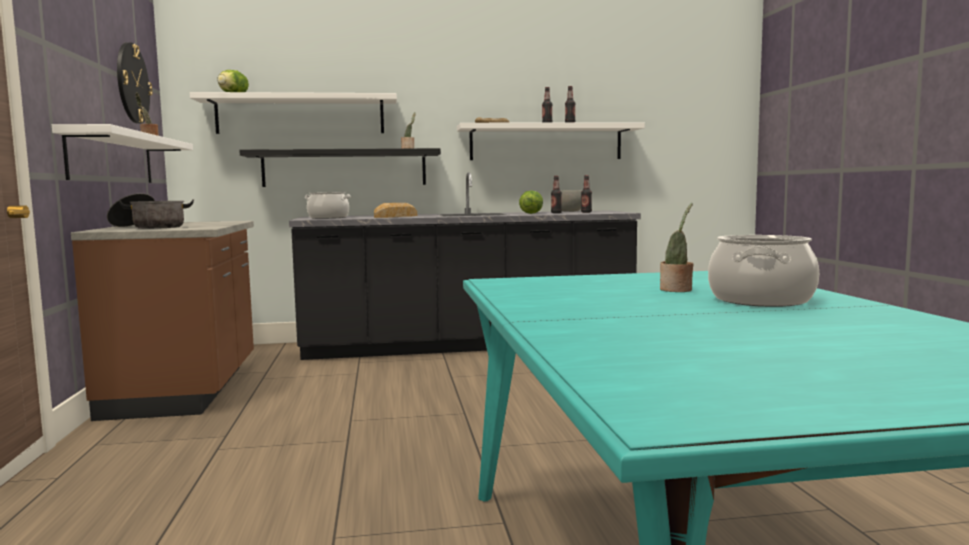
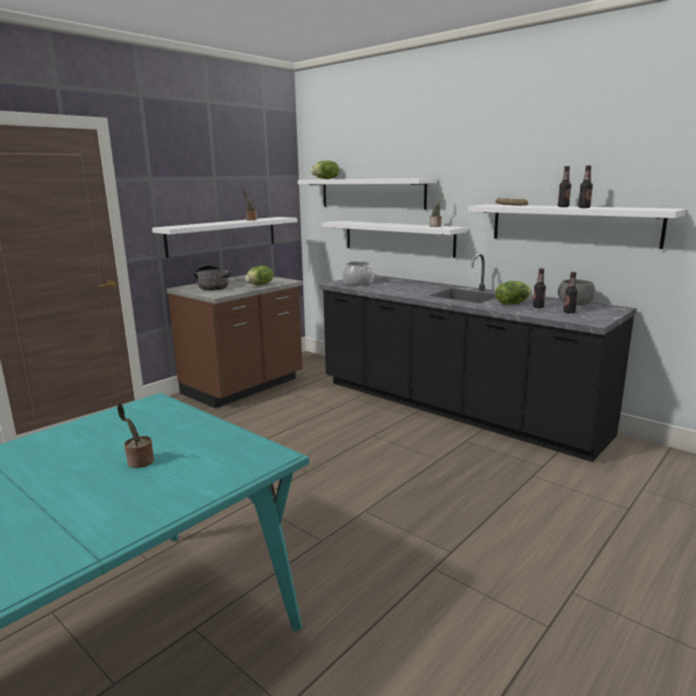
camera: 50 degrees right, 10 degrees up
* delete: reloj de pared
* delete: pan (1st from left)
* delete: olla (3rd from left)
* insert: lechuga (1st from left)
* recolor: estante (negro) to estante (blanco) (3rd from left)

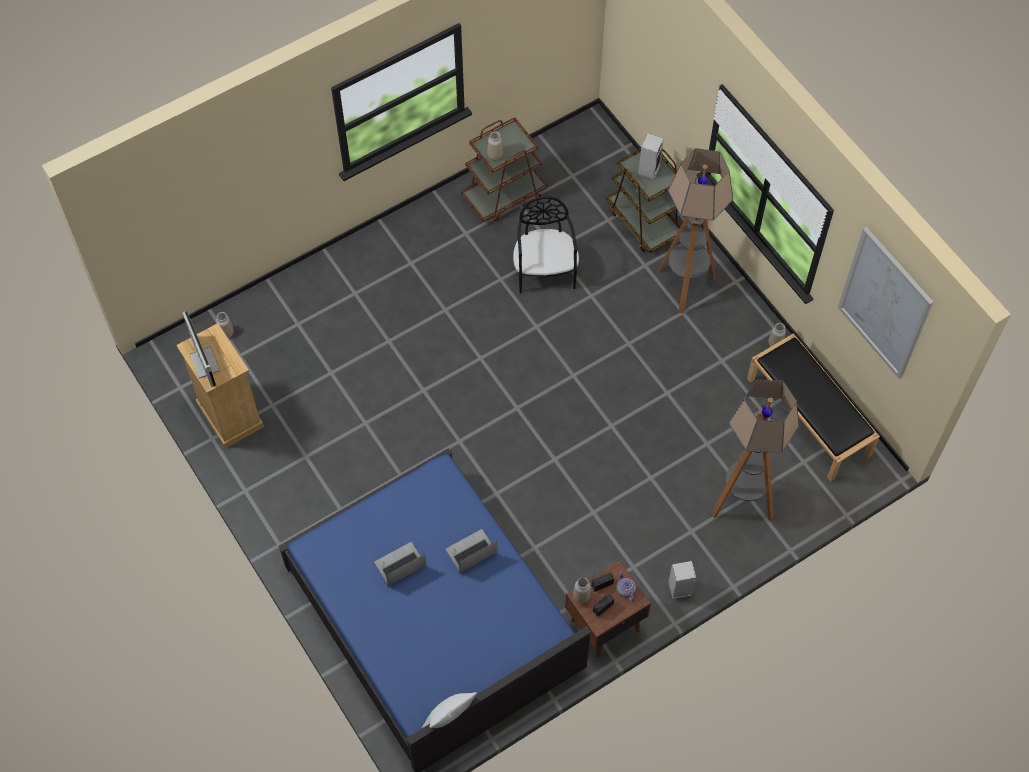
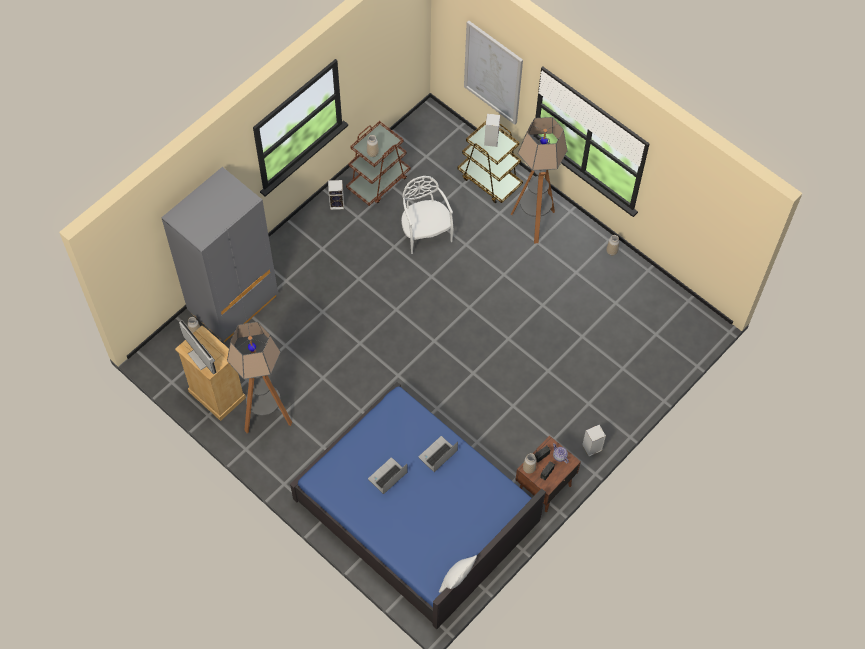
camera: 15 degrees left, 0 degrees up
* delete: banco (negro)
* insert: armario ropero (gris)
* insert: altavoz (1st from left)
* move: lámpara de pie (2nd from left in the first image) to lámpara de pie (1st from left)
* move: cuadro
* recolor: silla (negro) to silla (blanco)

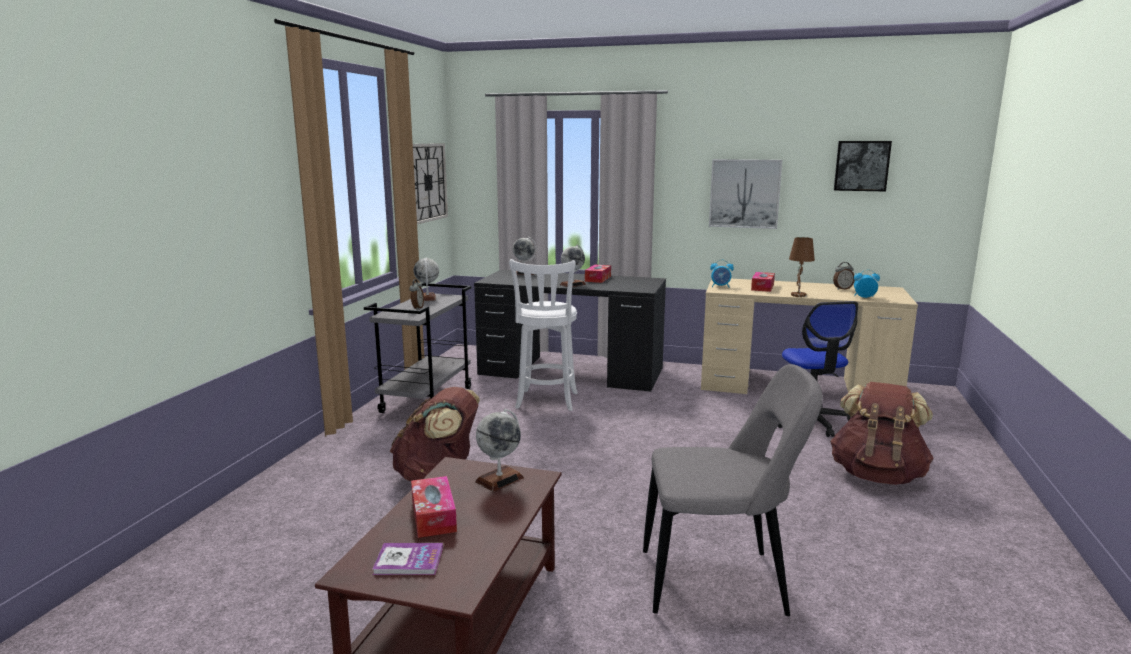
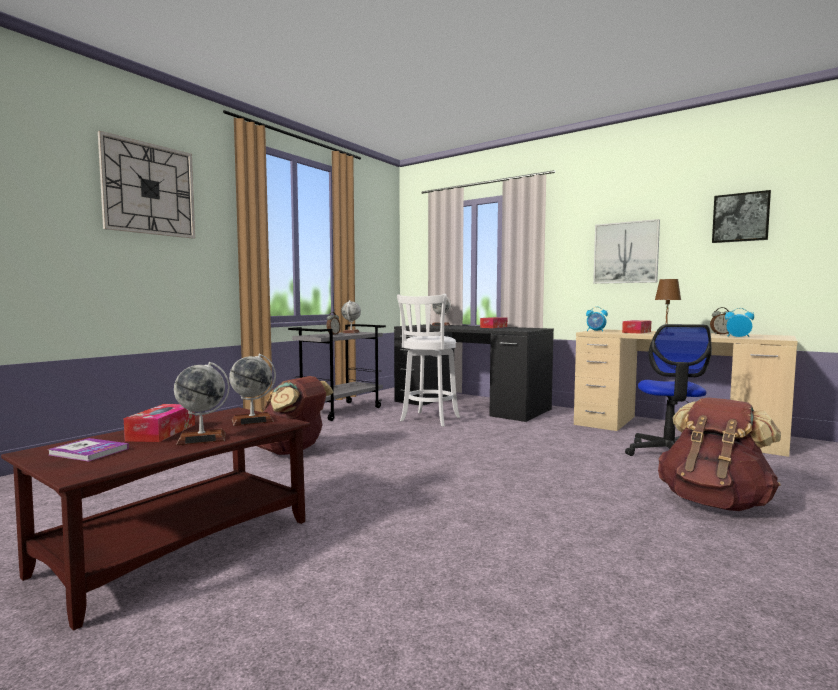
camera: 20 degrees right, 10 degrees down
* delete: silla (gris)
* move: reloj de pared
* move: globo terráqueo (4th from left in the first image) to globo terráqueo (1st from left)

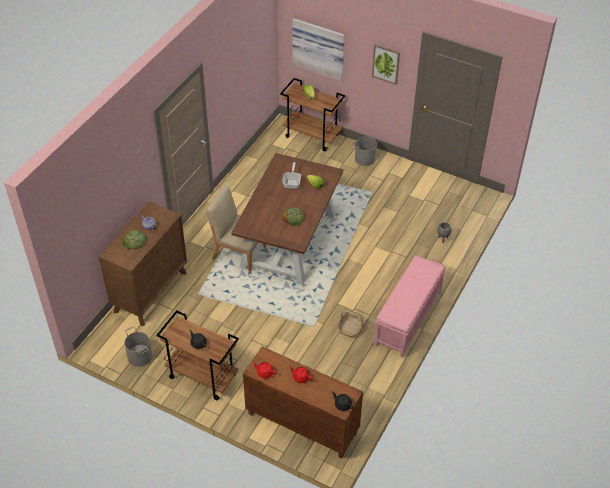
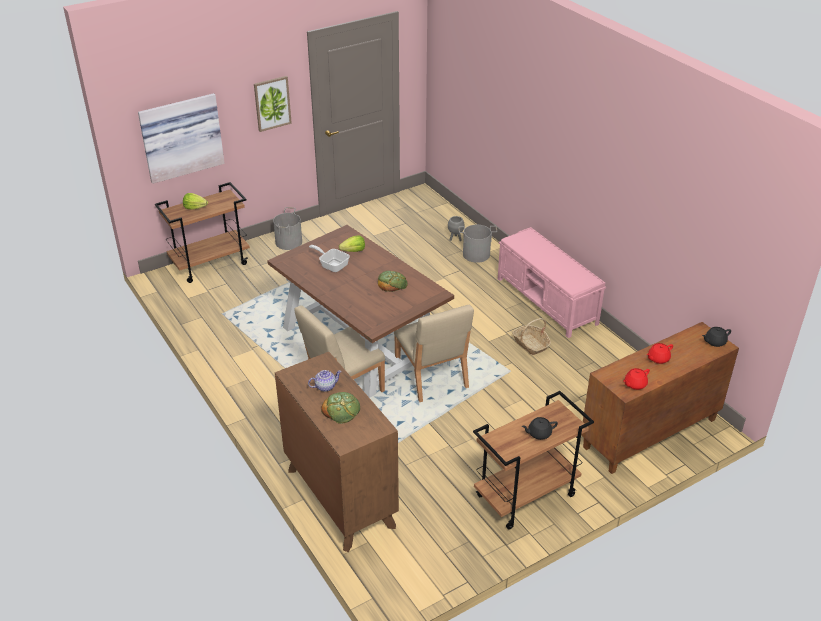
camera: 60 degrees left, 10 degrees down
* insert: silla (beis) (2nd from left)
* move: cubo (gris) (1st from left in the first image) to cubo (gris) (2nd from left)

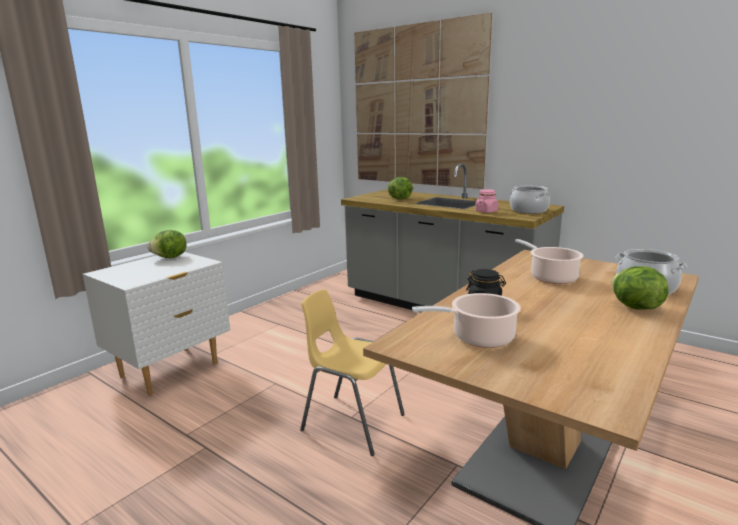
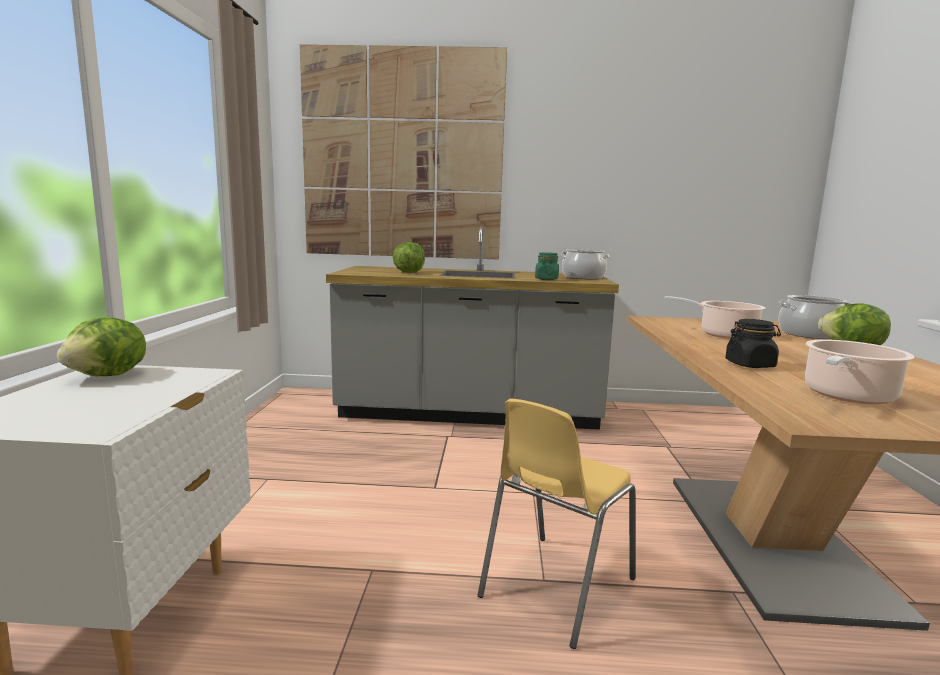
camera: 35 degrees left, 5 degrees down
* recolor: tarro (rosa) to tarro (verde)
* rotate: silla (amarillo) 45 degrees counterclockwise

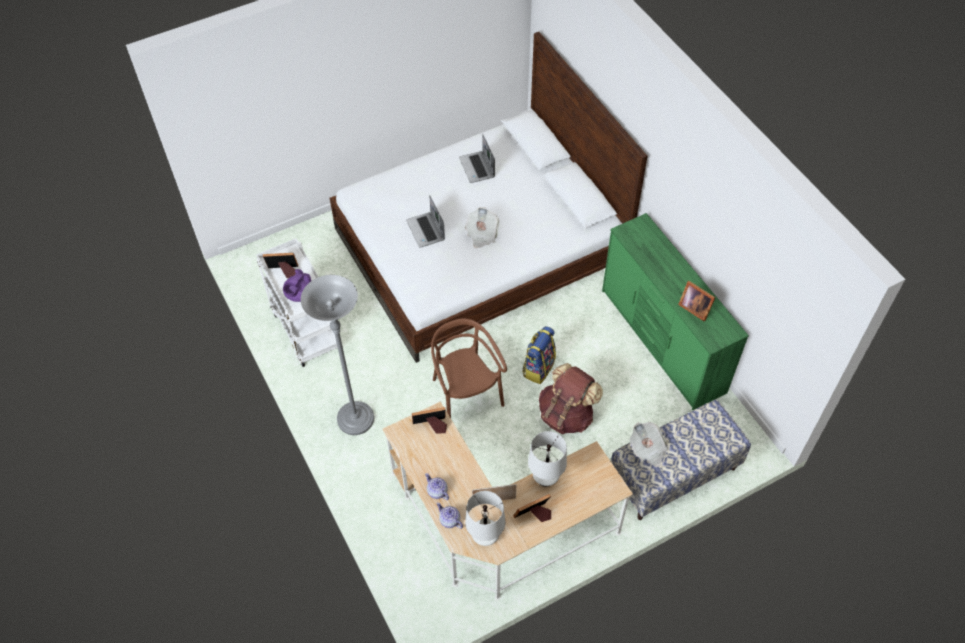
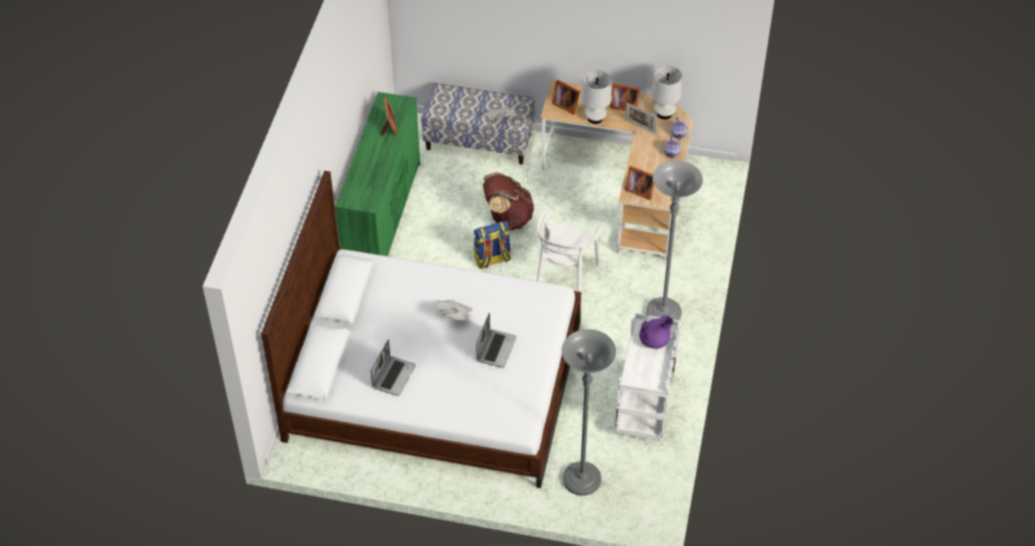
camera: 140 degrees left, 5 degrees down
* insert: lámpara de pie (gris) (1st from left)
* move: portarretratos (1st from left in the first image) to portarretratos (2nd from left)
* recolor: silla (marrón) to silla (blanco)

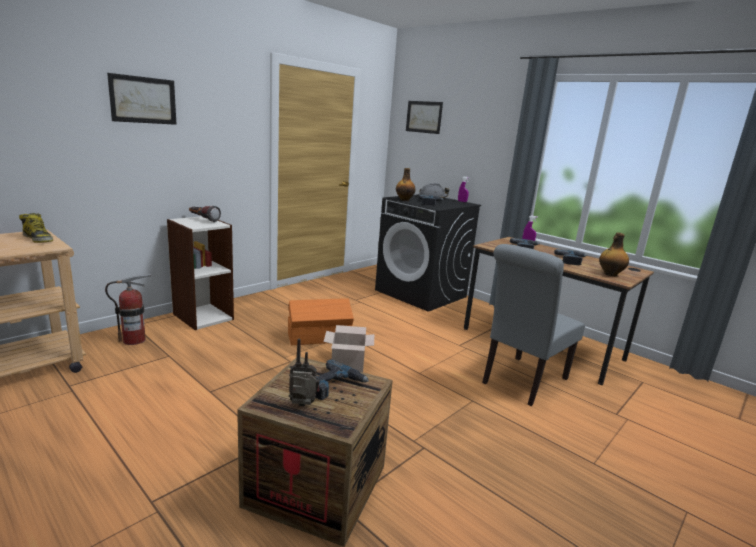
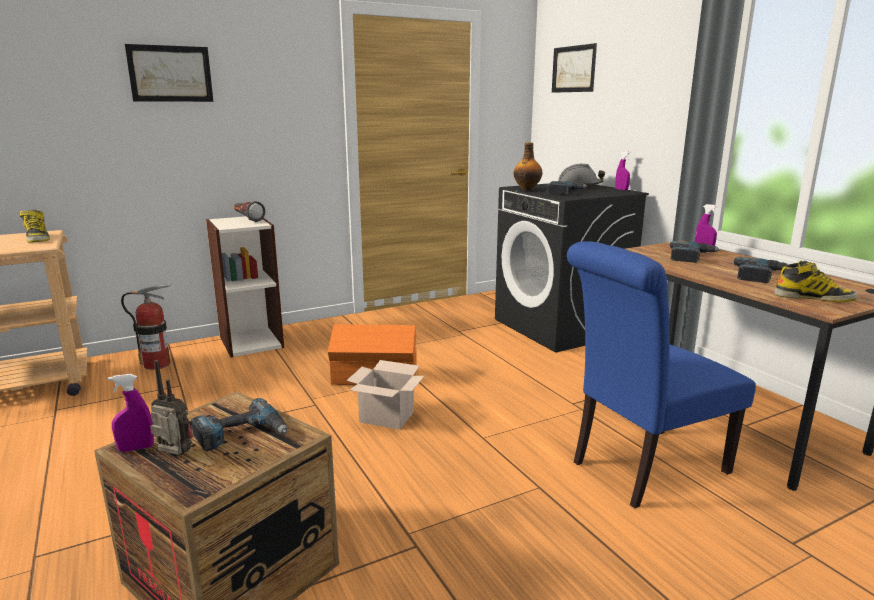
camera: 20 degrees right, 0 degrees up
* insert: pulverizador (morado) (1st from left)
* replace: botella (2nd from left) to bota (2nd from left)
* recolor: silla (gris) to silla (azul)

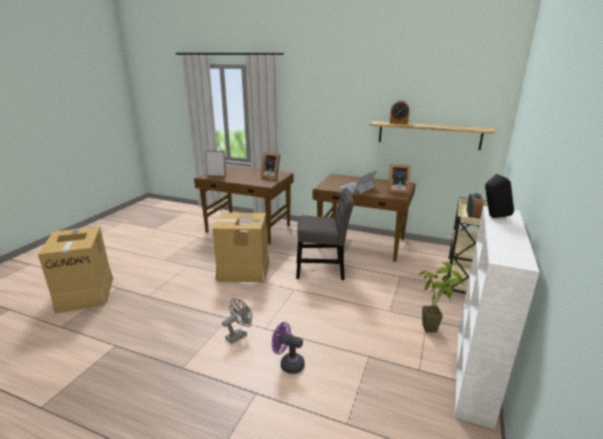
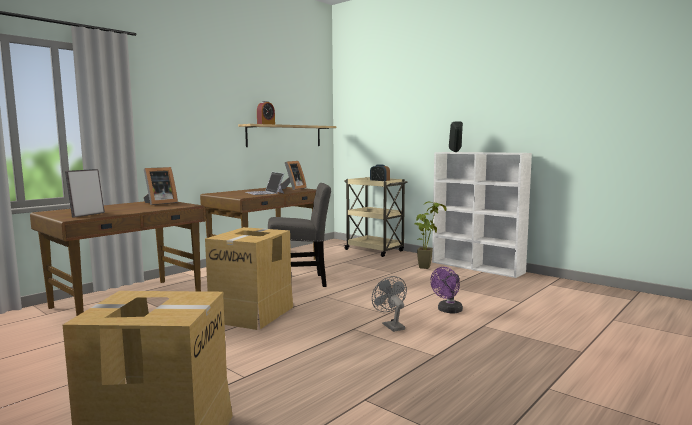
camera: 70 degrees left, 15 degrees down
* rotate: silla (gris) 60 degrees clockwise

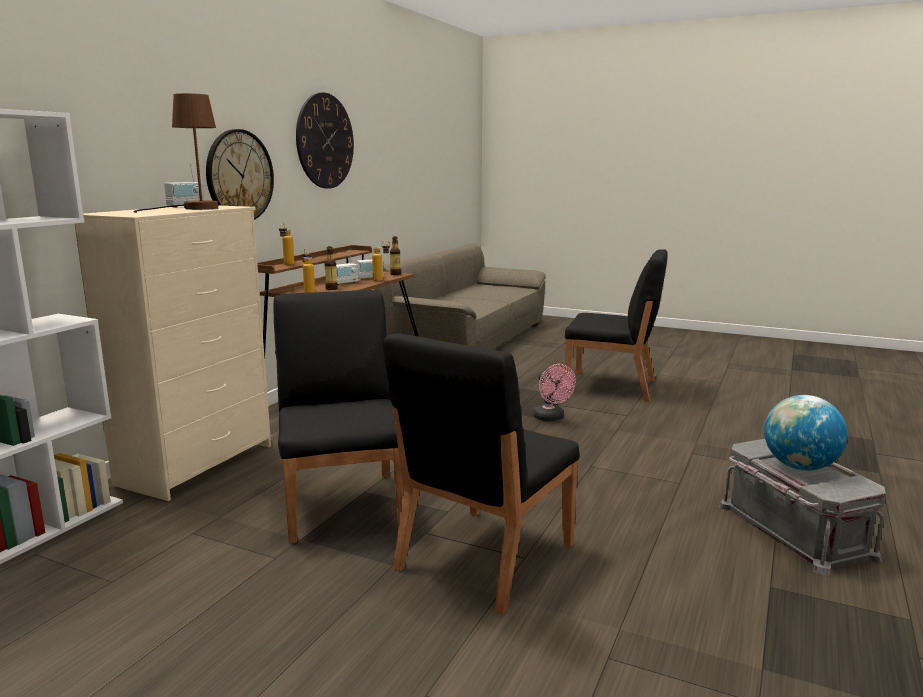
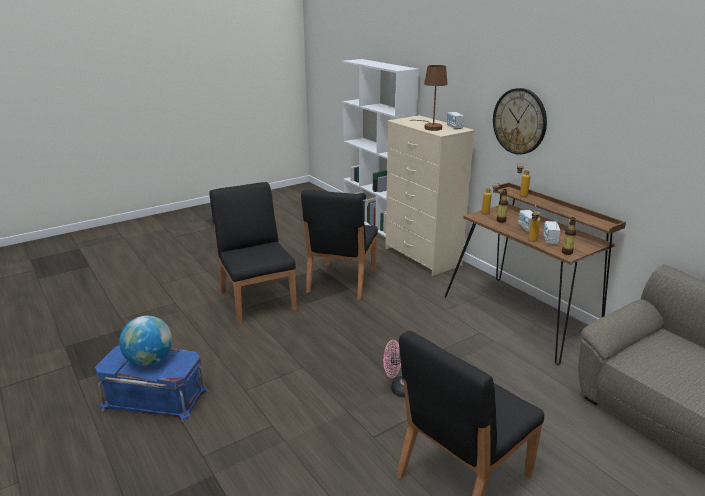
camera: 120 degrees right, 10 degrees up
* delete: reloj de pared (2nd from left)
* recolor: caja de almacenaje (gris) to caja de almacenaje (azul)
* rotate: silla (negro) (1st from left in the first image) 90 degrees clockwise

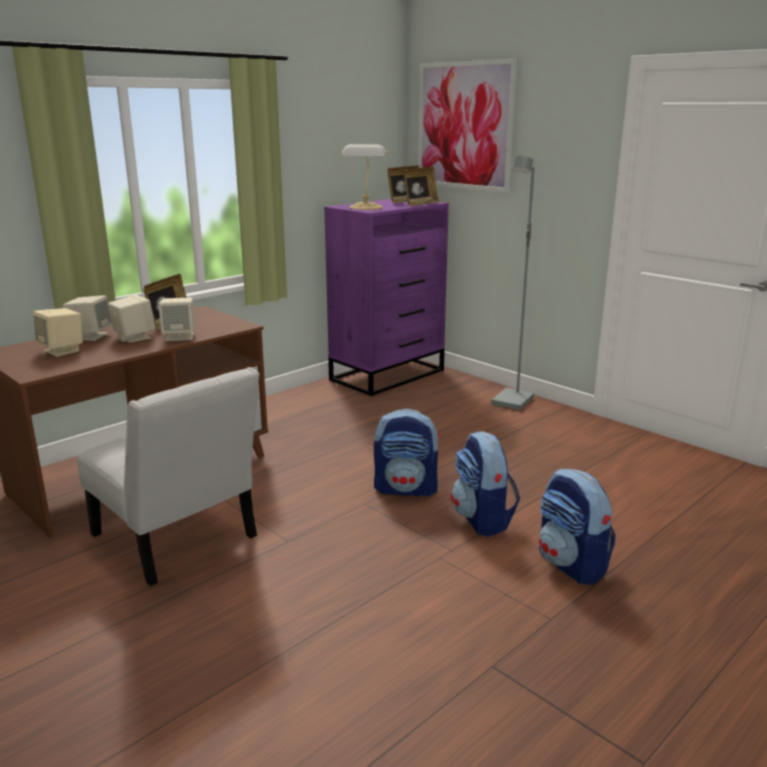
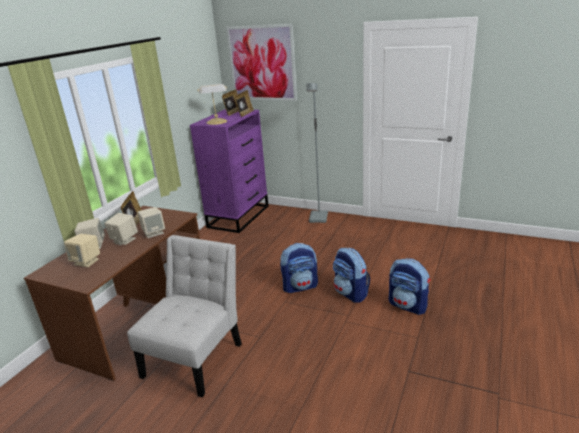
camera: 20 degrees left, 5 degrees up
* rotate: silla (blanco) 90 degrees counterclockwise

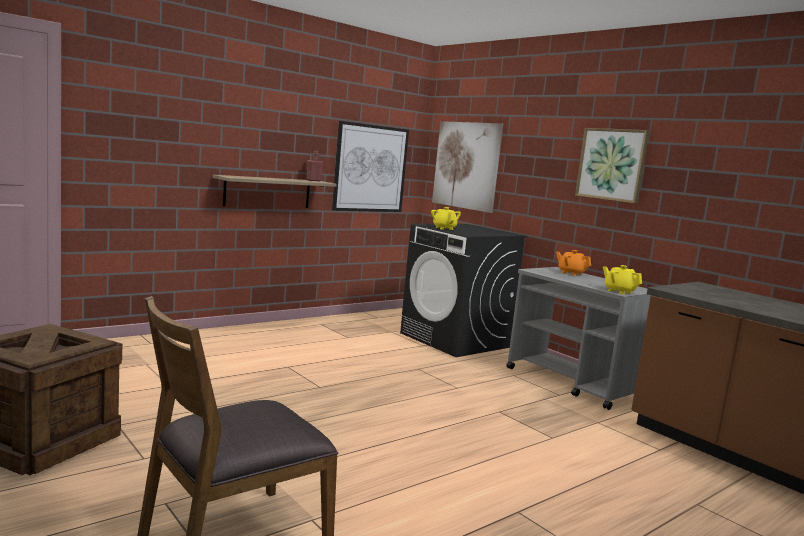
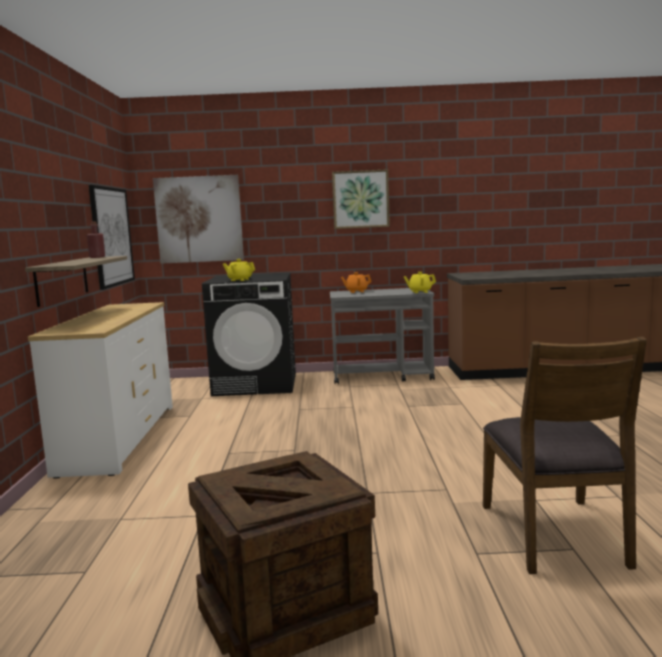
camera: 50 degrees left, 0 degrees up
* insert: cómoda (blanco)

